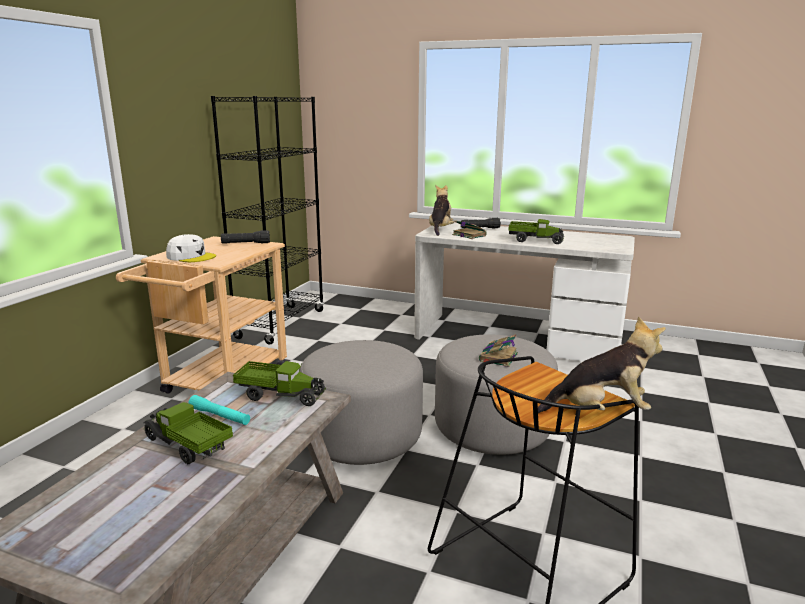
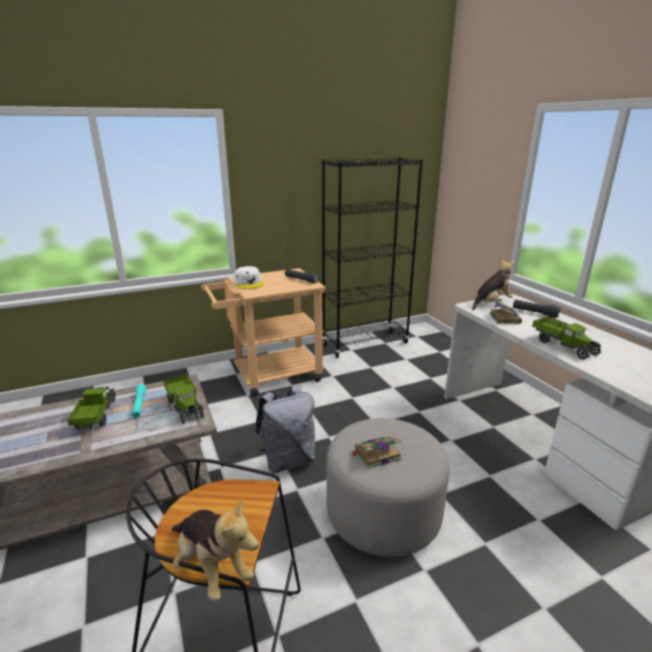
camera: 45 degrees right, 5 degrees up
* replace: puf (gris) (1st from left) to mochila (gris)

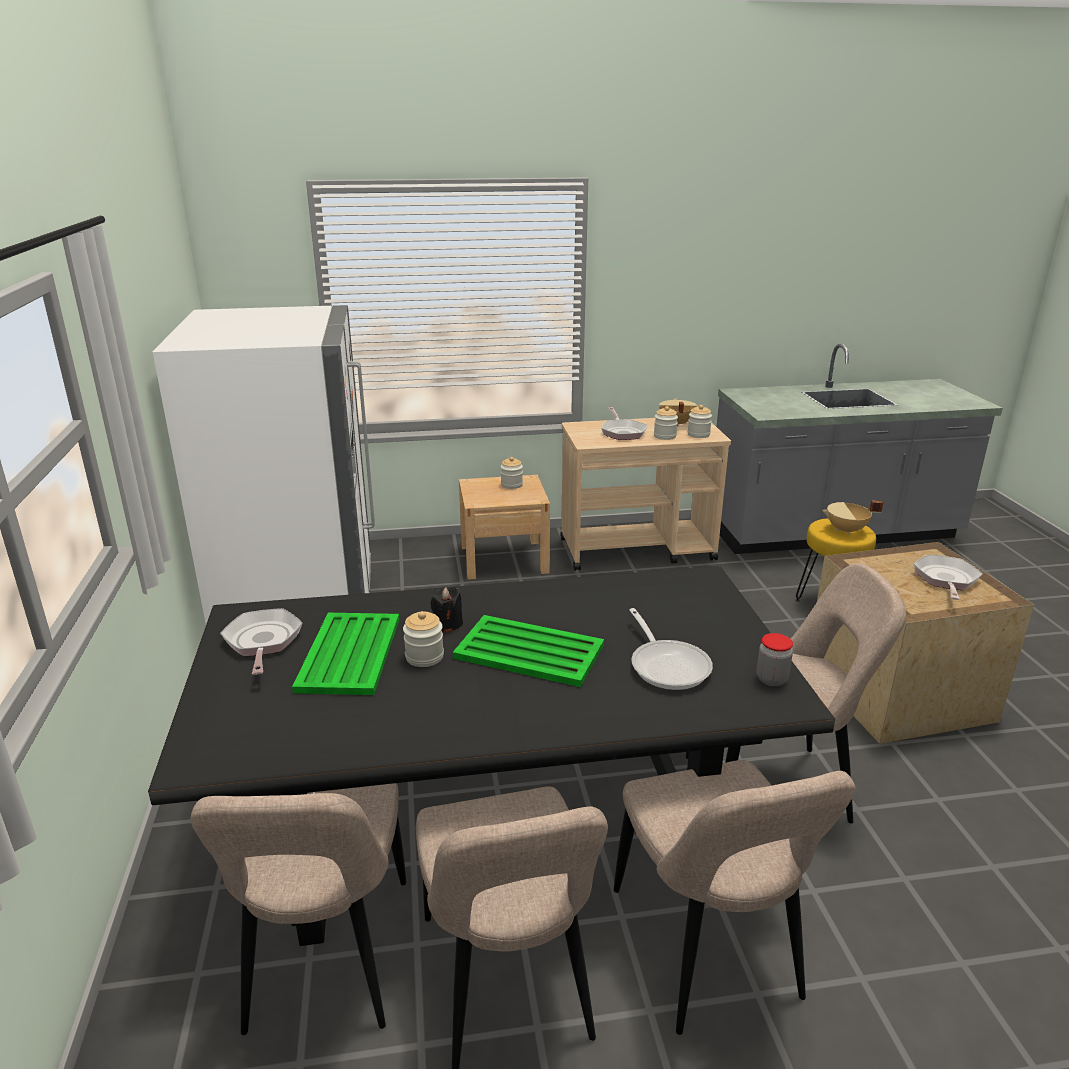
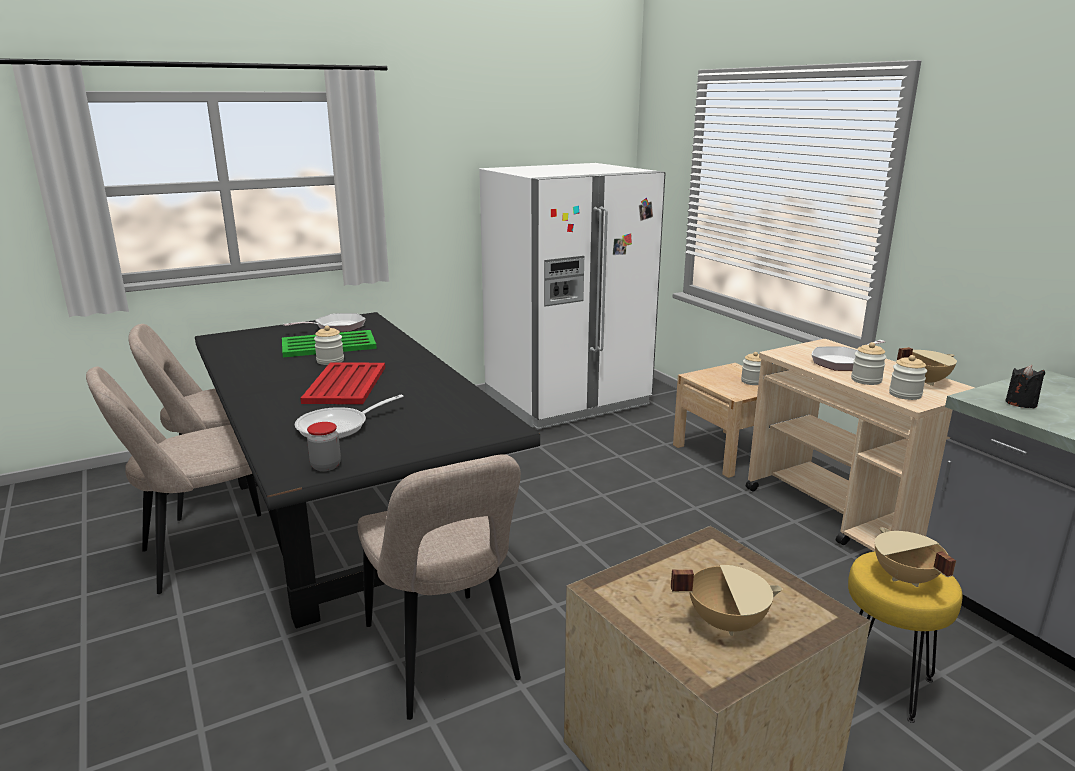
camera: 70 degrees right, 5 degrees down
* delete: silla (beis) (3rd from left)
* move: vela (negro)
* replace: sartén (4th from left) to olla (beis) (1st from left)
* recolor: bandeja (verde) (2nd from left) to bandeja (rojo)

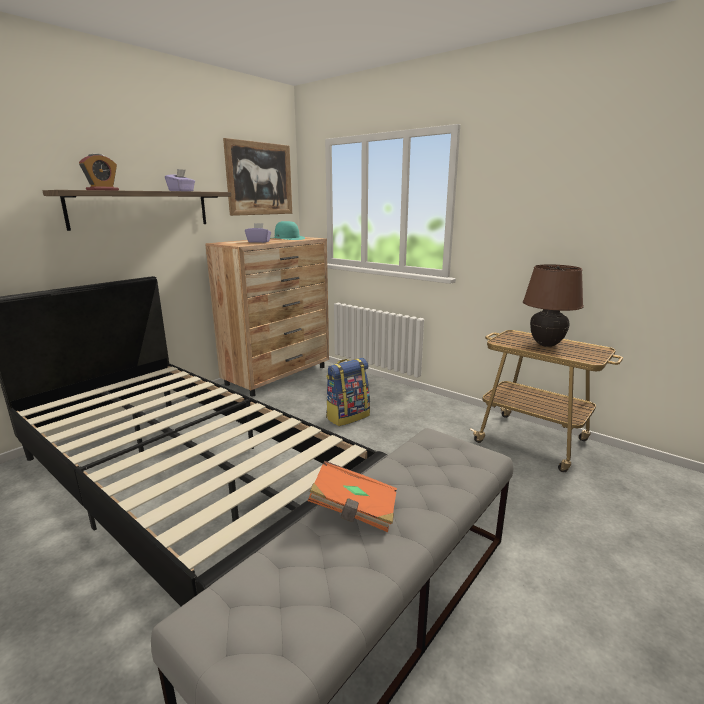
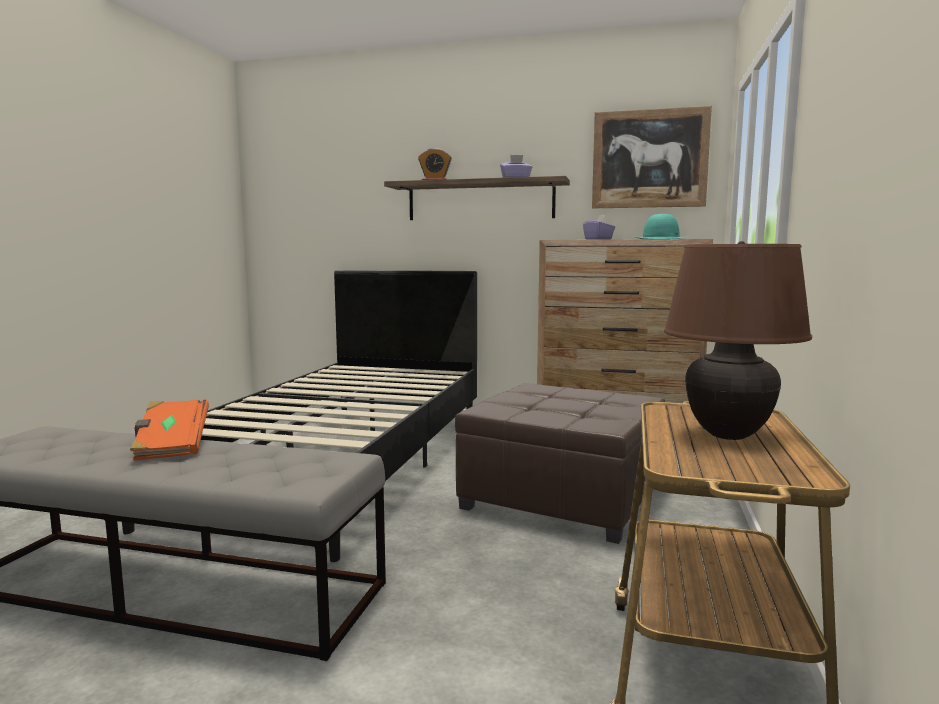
camera: 65 degrees right, 10 degrees down
* replace: mochila to puf (marrón)

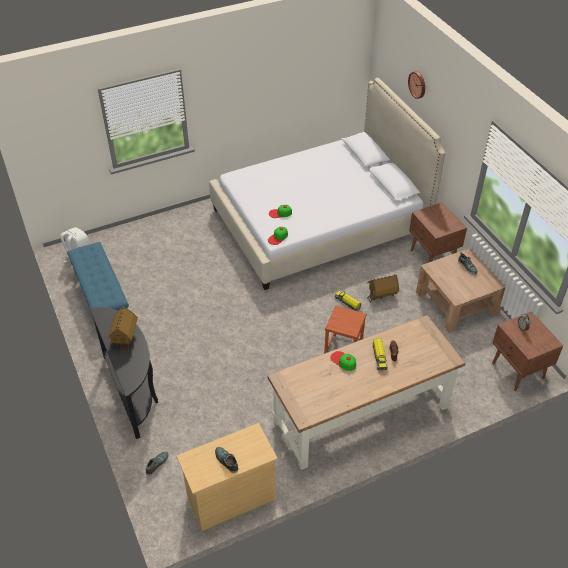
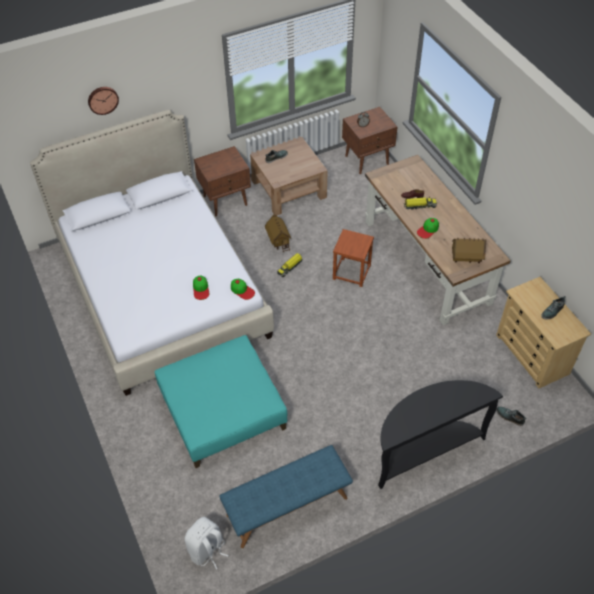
camera: 90 degrees left, 5 degrees up
* insert: puf (turquesa)
* move: casita (1st from left in the first image) to casita (2nd from left)

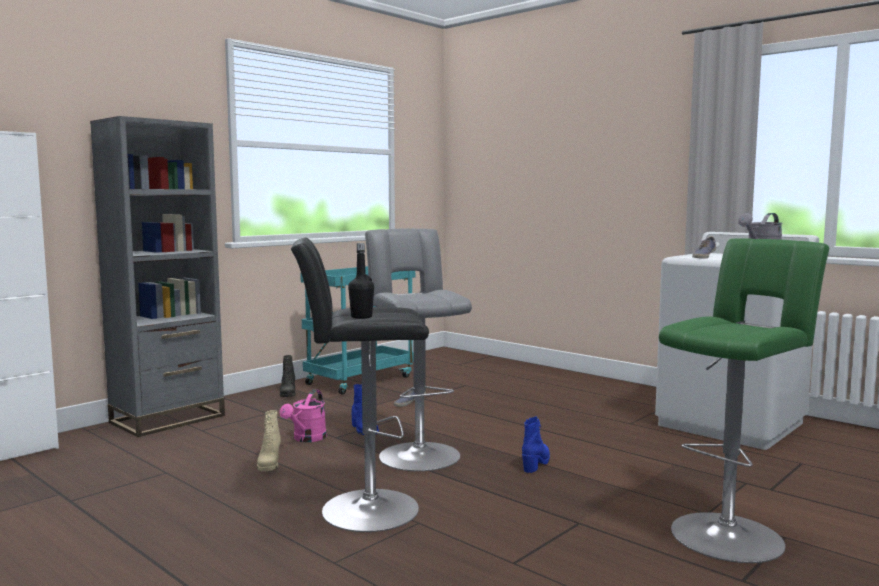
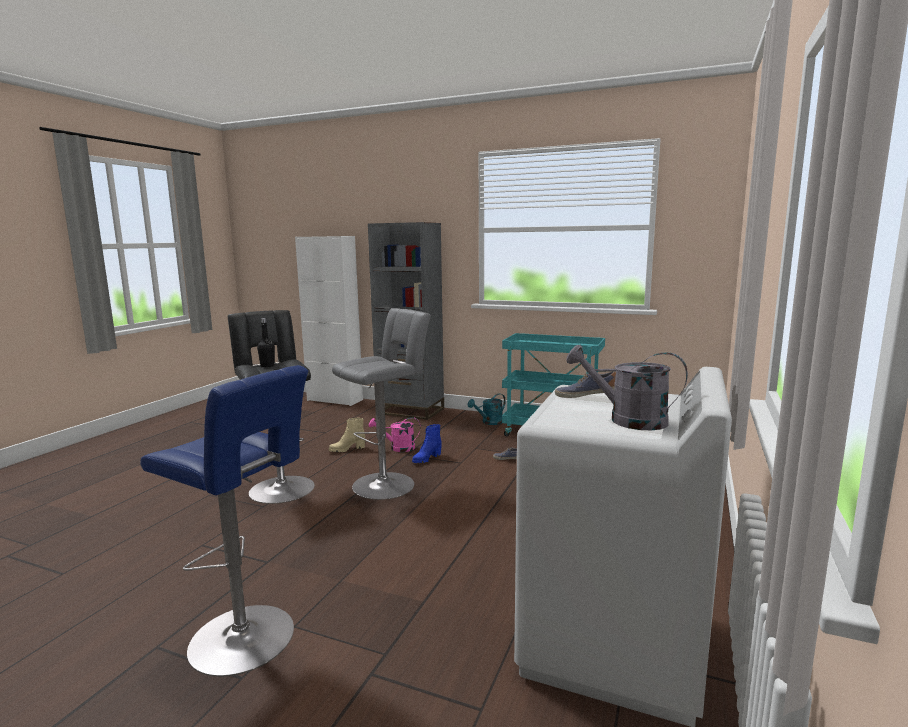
camera: 70 degrees right, 5 degrees up
* delete: bota (azul) (2nd from left)
* replace: bota (negro) to regadera (turquesa)
* recolor: taburete (verde) to taburete (azul)

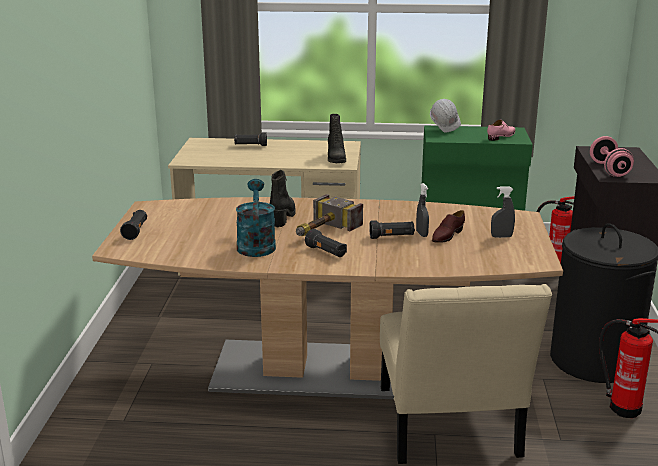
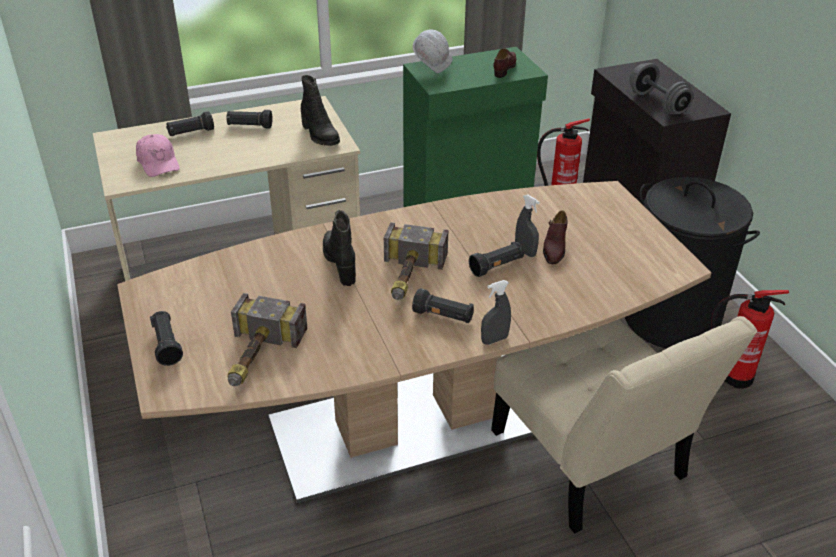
camera: 25 degrees left, 15 degrees up
* delete: regadera (turquesa)
* insert: gorra (rosa)
* insert: linterna (negro) (3rd from left)
* insert: martillo (1st from left)
* move: pulverizador (gris) (2nd from left in the first image) to pulverizador (gris) (1st from left)
* recolor: zapato (rosa) to zapato (marrón) (1st from left)
* recolor: mancuerna (rosa) to mancuerna (gris)

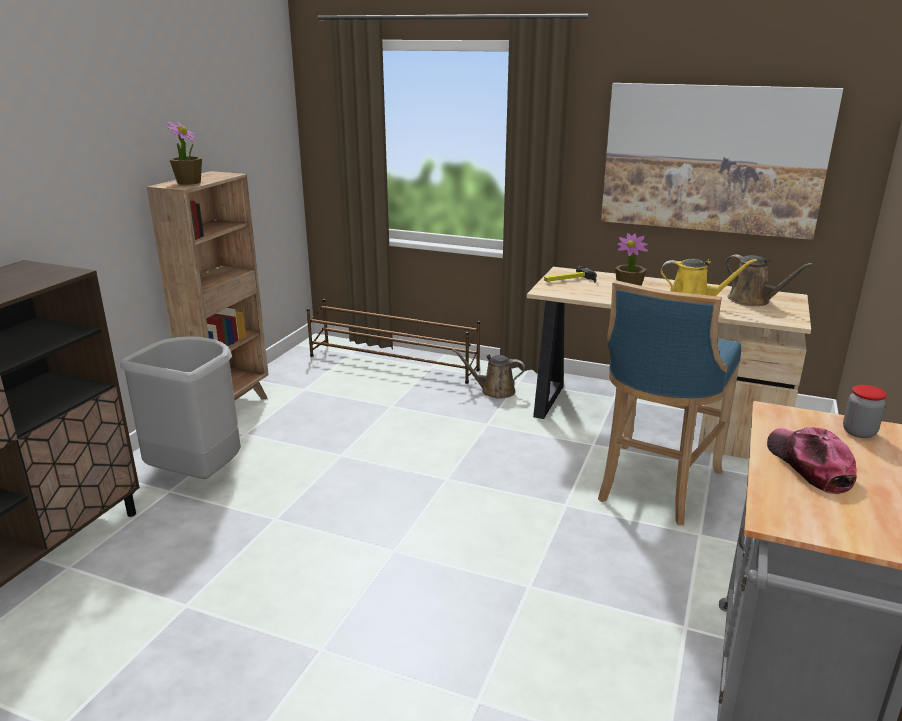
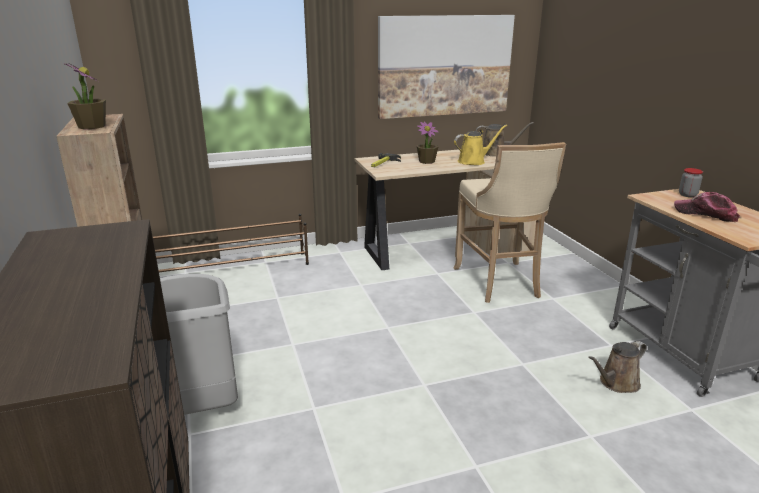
camera: 40 degrees left, 0 degrees up
* move: regadera (marrón) (1st from left in the first image) to regadera (marrón) (2nd from left)
* recolor: taburete (azul) to taburete (beis)

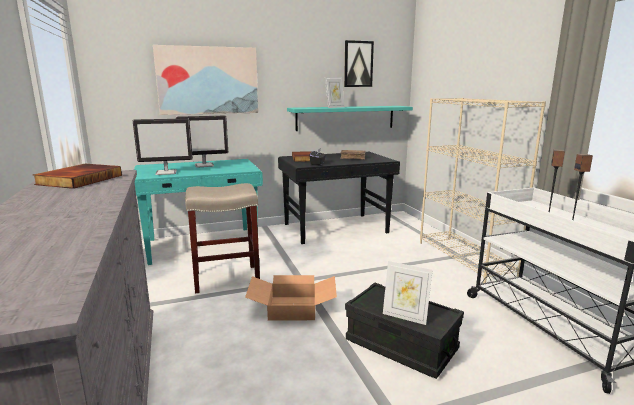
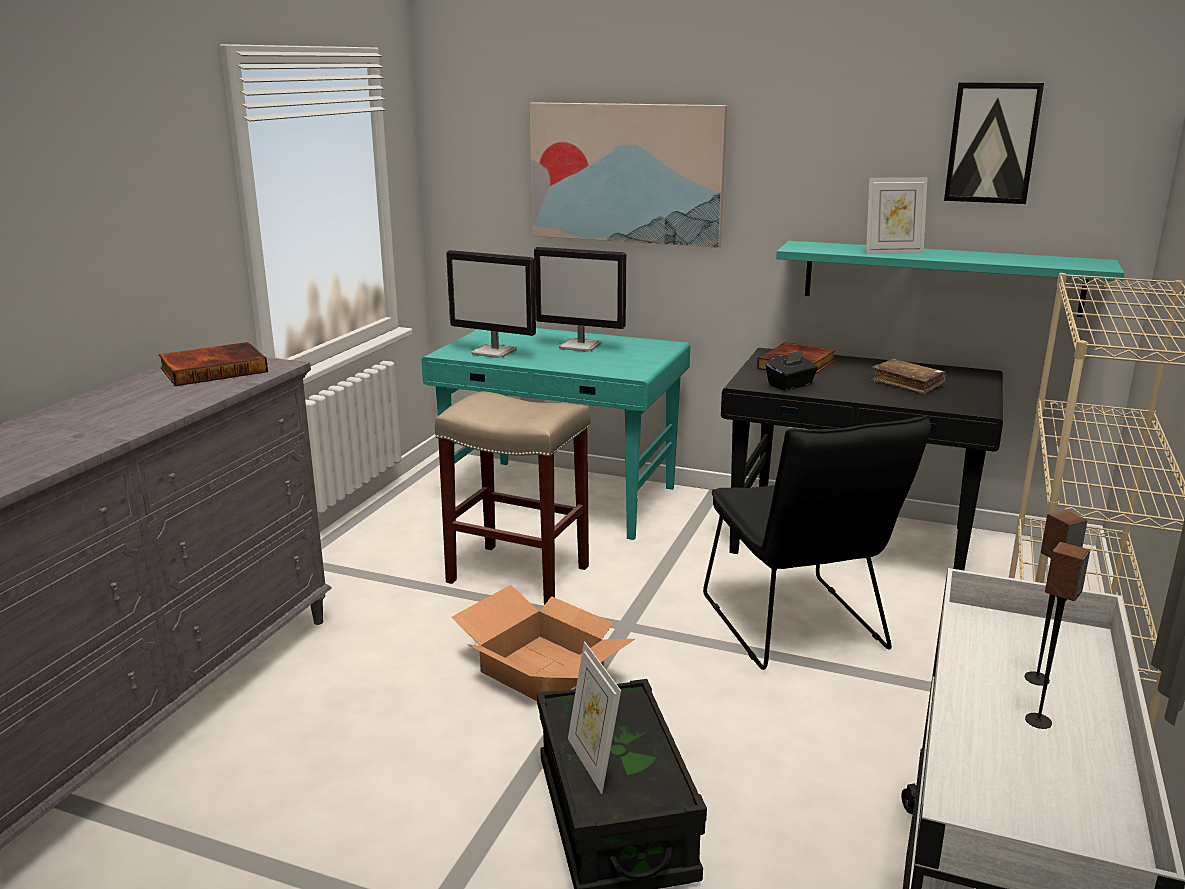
camera: 40 degrees right, 5 degrees up
* insert: silla (negro)

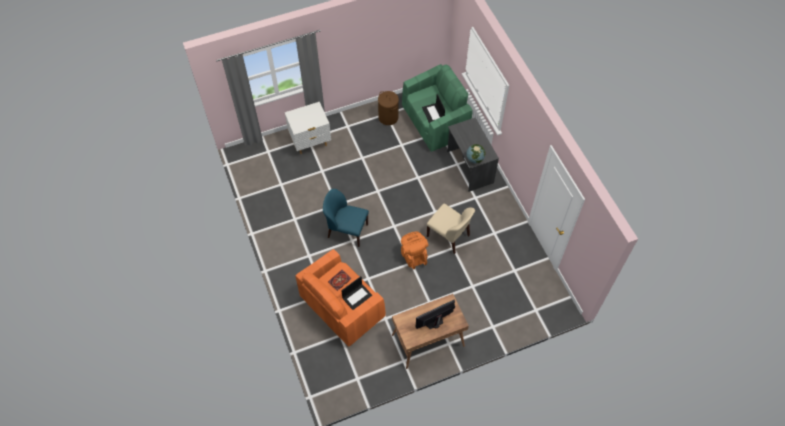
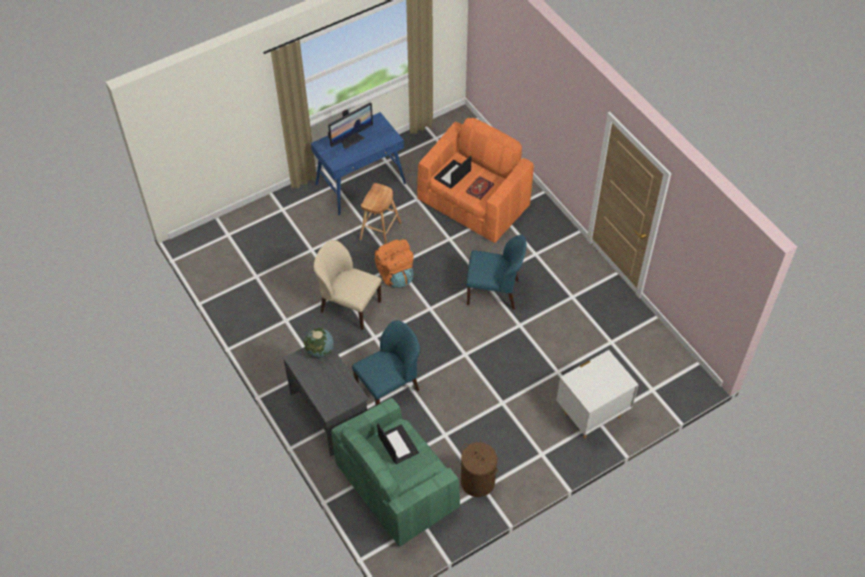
camera: 170 degrees right, 5 degrees down
* insert: silla (azul) (1st from left)
* insert: taburete (marrón)
* recolor: escritorio (marrón) to escritorio (azul)

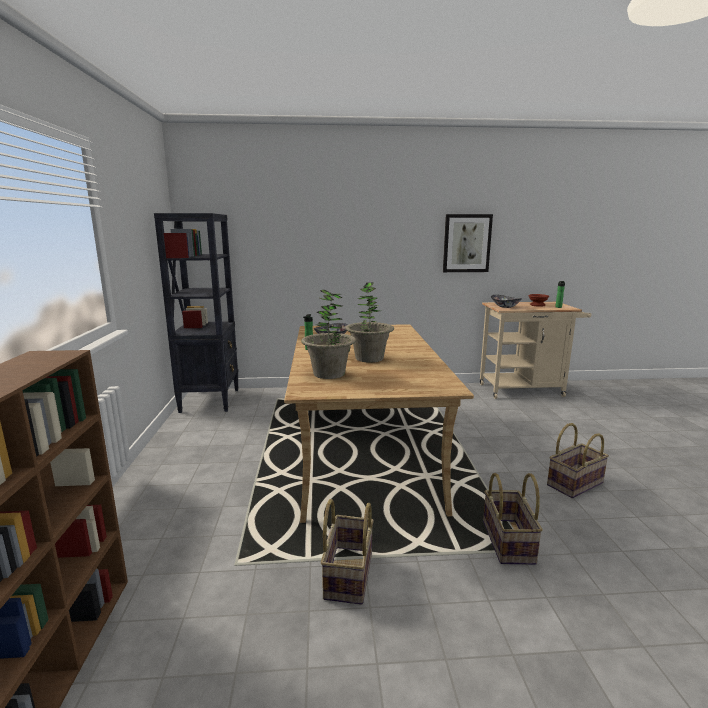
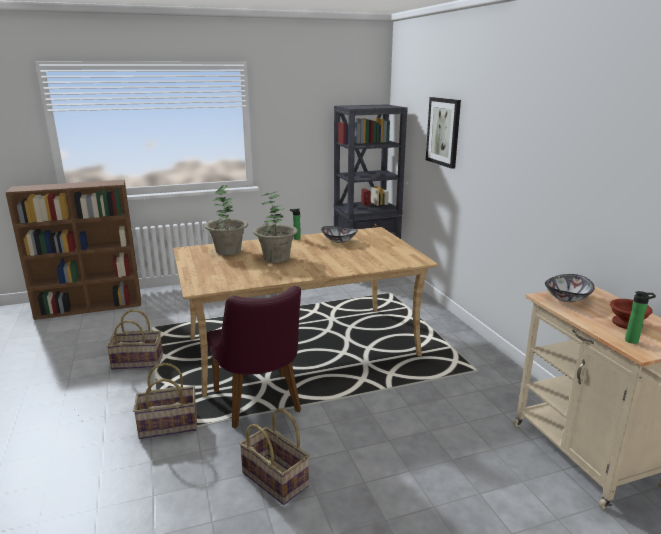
camera: 75 degrees right, 5 degrees up
* insert: silla (morado)
* move: cuadro

